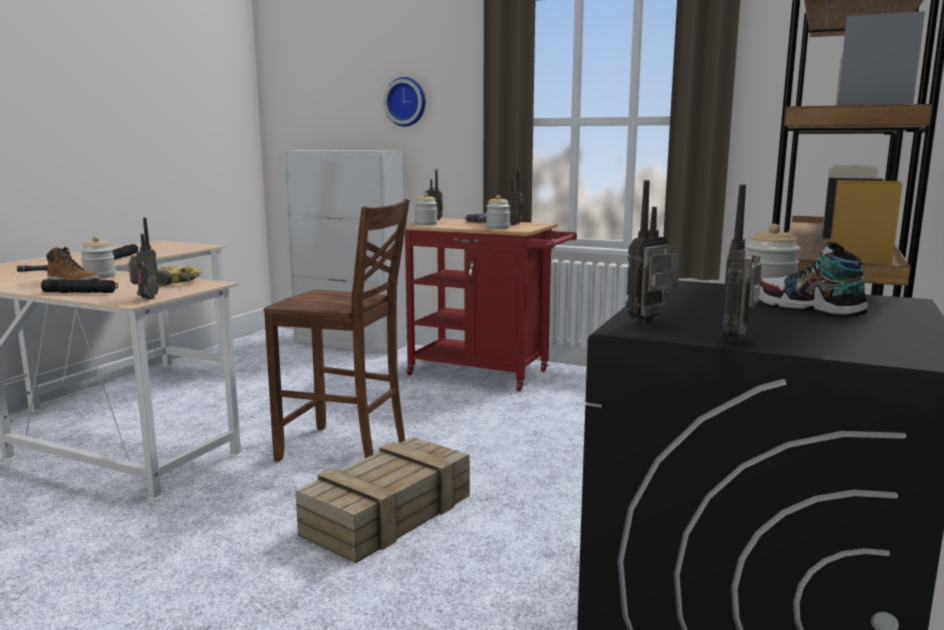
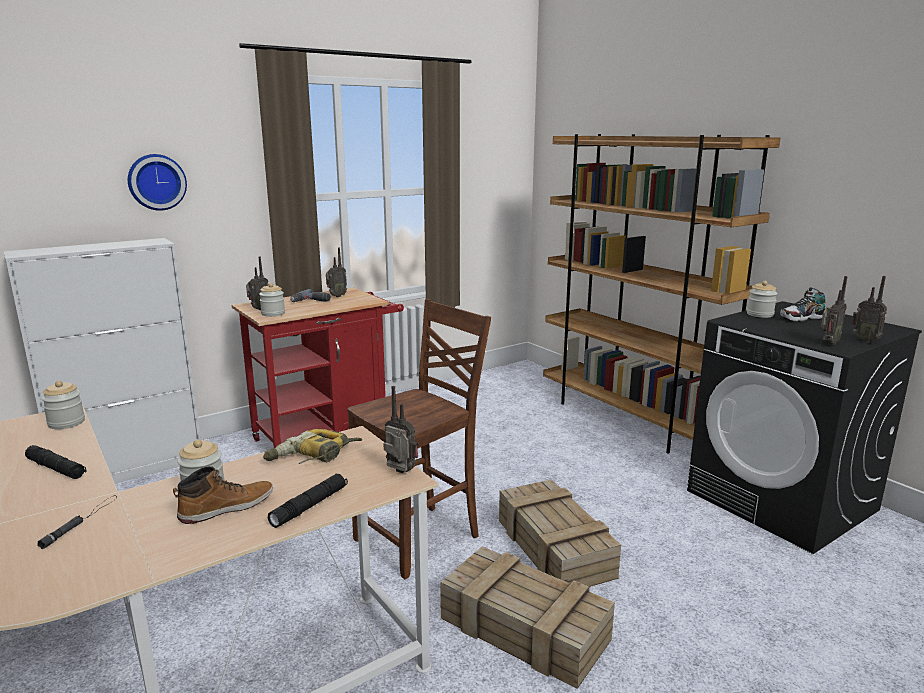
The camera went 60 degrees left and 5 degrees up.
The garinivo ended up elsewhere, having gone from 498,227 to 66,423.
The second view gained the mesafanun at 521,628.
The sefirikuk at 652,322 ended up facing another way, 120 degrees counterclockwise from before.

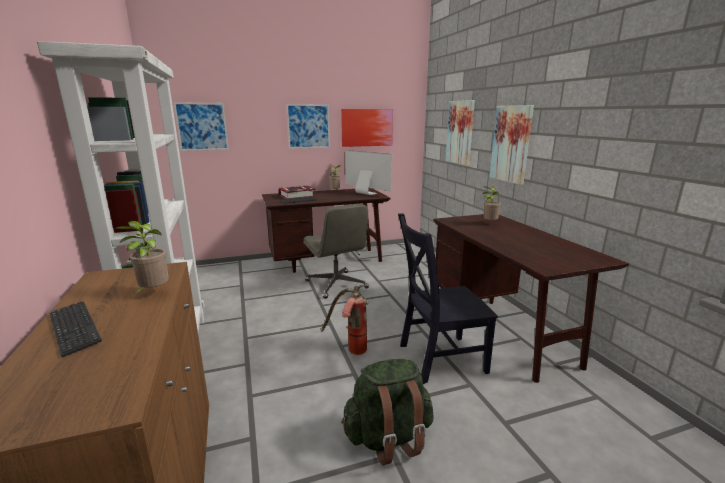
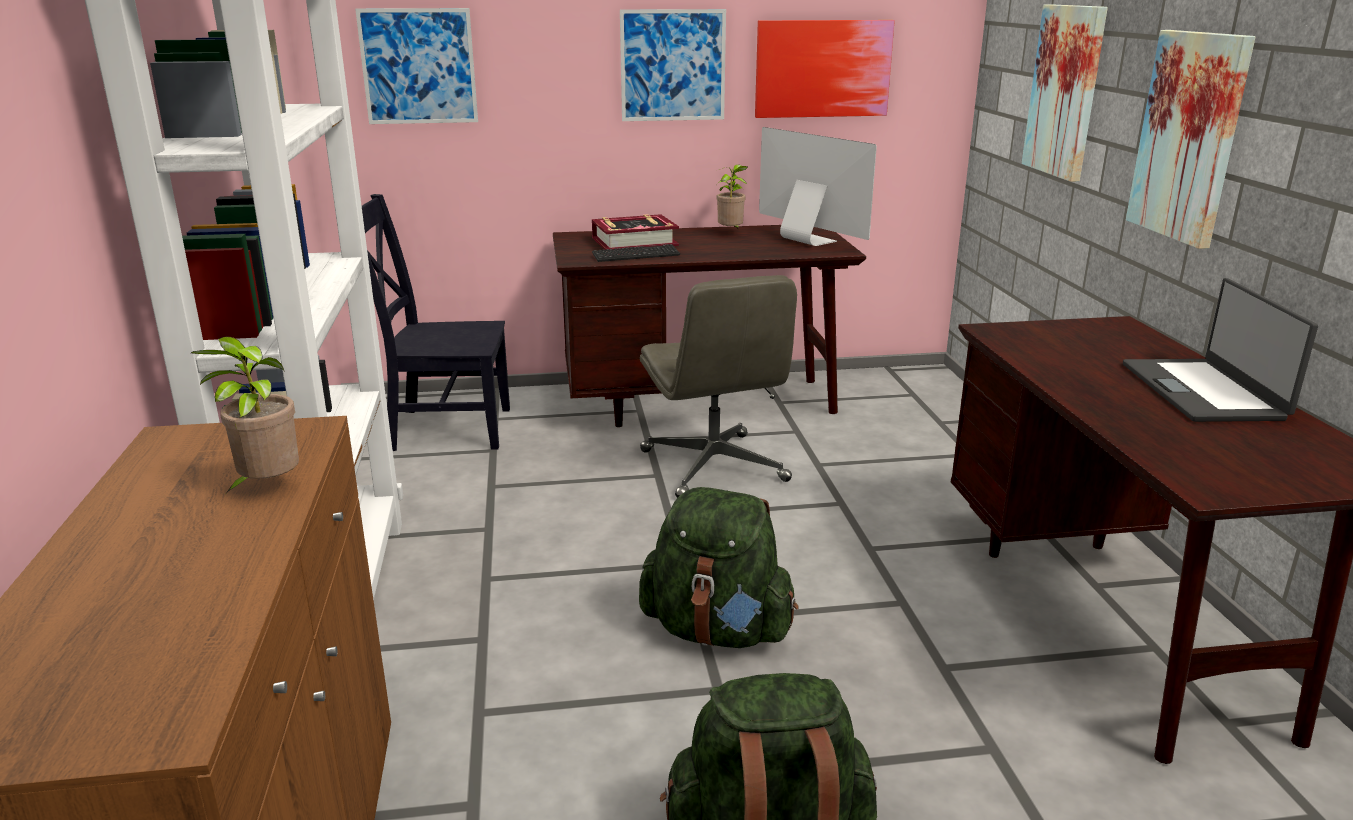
The camera went 10 degrees right and 5 degrees up.
The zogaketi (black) ended up elsewhere, having gone from 438,358 to 444,429.
Where the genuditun stood at 349,349, the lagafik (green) came to stand at 717,630.
The second view gained the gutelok at 1204,391.
The second view lost the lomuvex at 74,328.
The second view lost the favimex at 489,223.

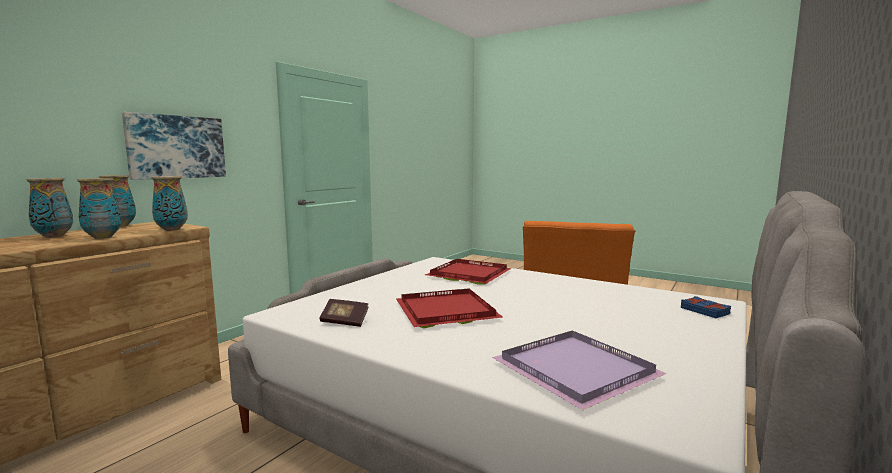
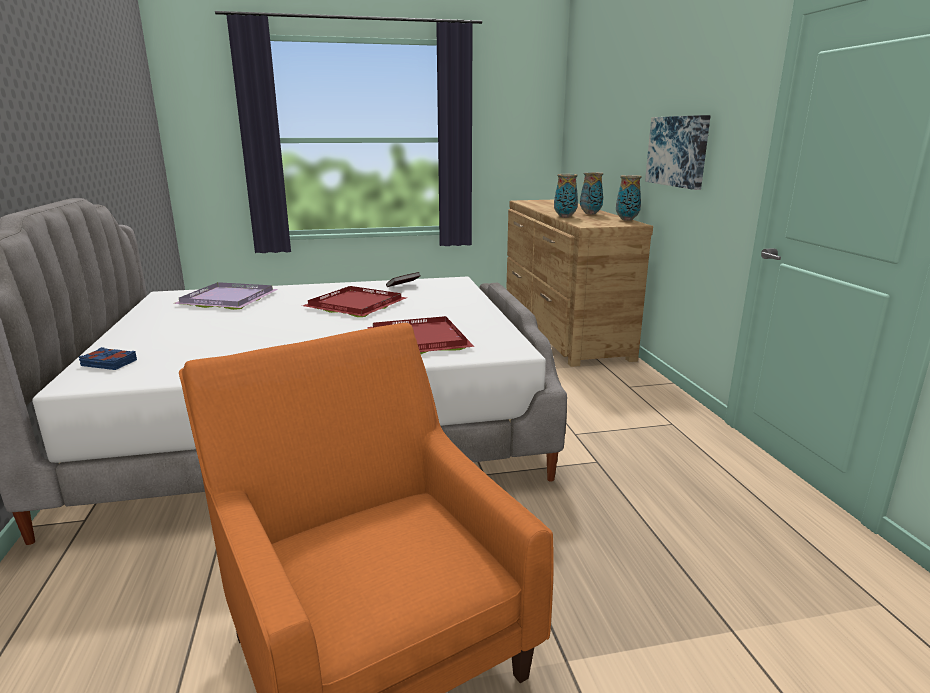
The camera went 135 degrees right and 10 degrees up.
The second view lost the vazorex at 172,229.

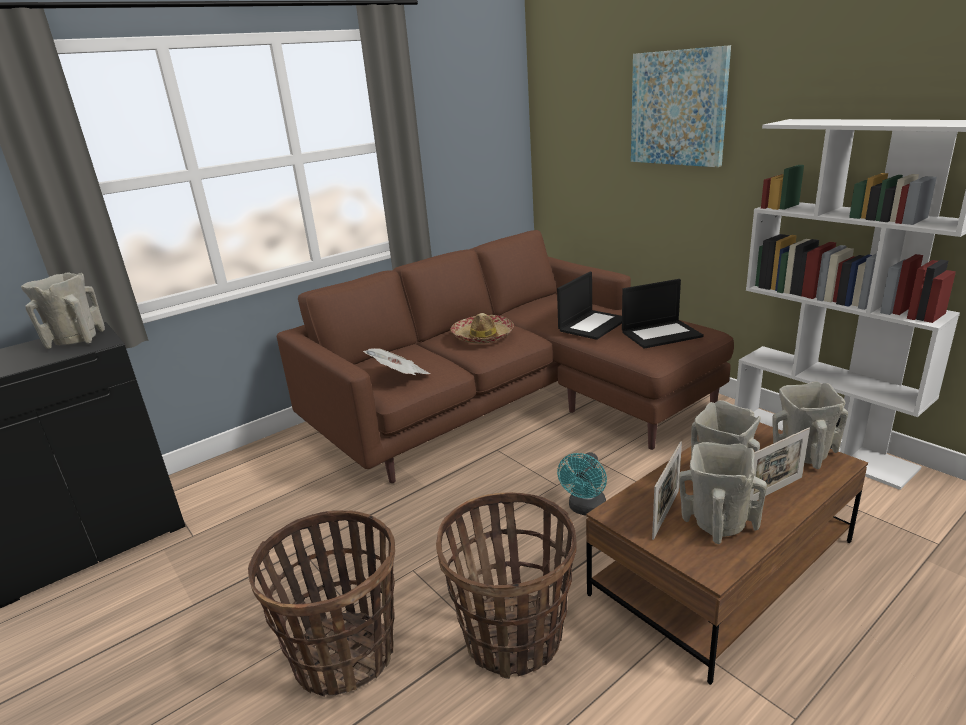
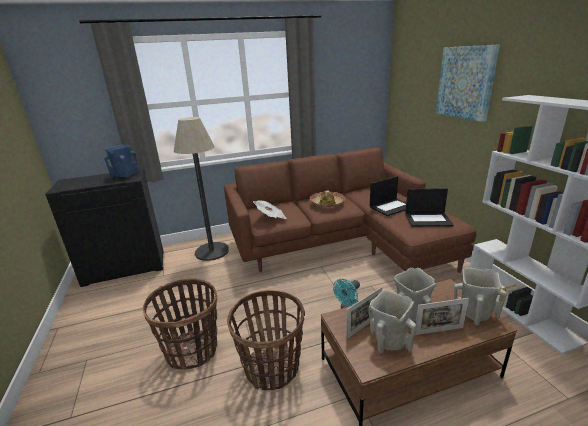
The camera went 20 degrees right and 0 degrees up.
What was the vazorex (beige) at 75,340 turned into the vazorex (blue) at 125,175.
The second view gained the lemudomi at 212,251.

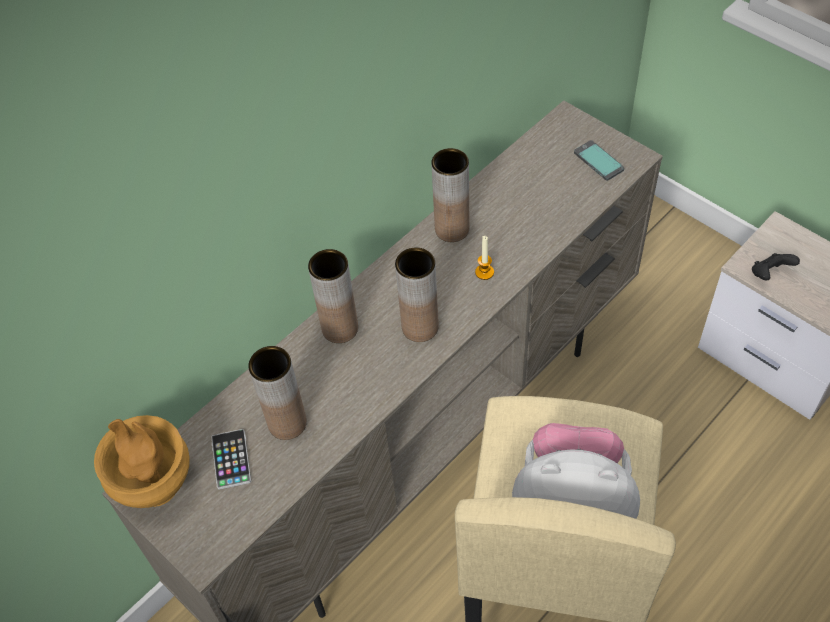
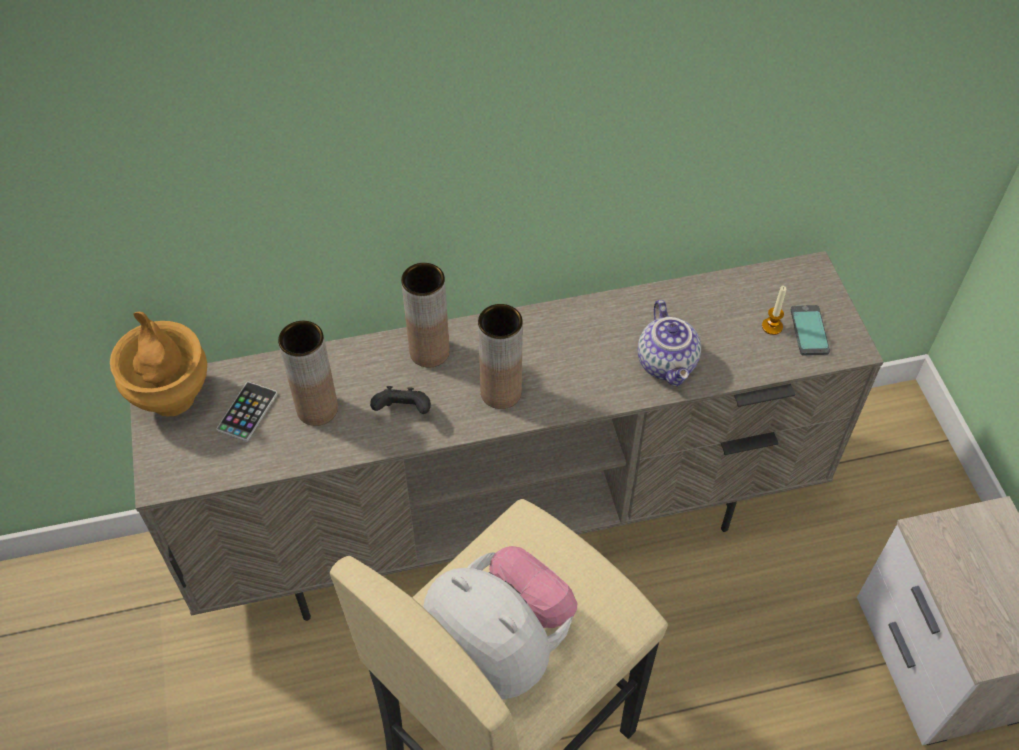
The camera went 30 degrees right and 0 degrees up.
The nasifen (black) ended up elsewhere, having gone from 769,274 to 403,411.
The second view gained the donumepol at 668,363.
The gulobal ended up elsewhere, having gone from 484,272 to 772,326.
The second view lost the vazorex (brown) at 452,229.

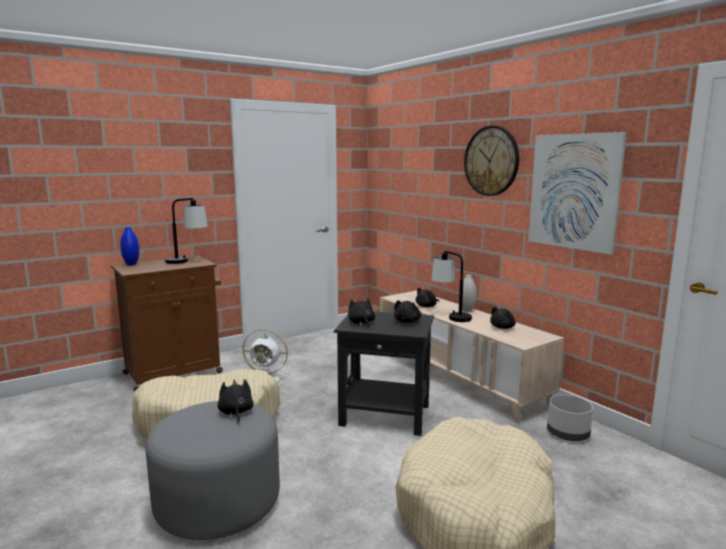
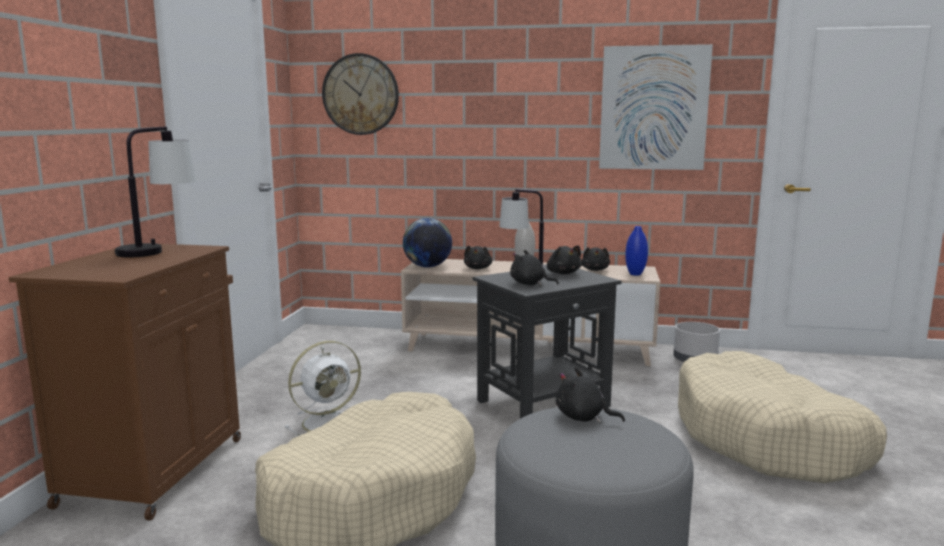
The camera went 45 degrees left and 0 degrees up.
The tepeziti ended up elsewhere, having gone from 491,161 to 360,94.
The second view gained the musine at 427,266.
The vazorex (blue) ended up elsewhere, having gone from 131,264 to 635,274.

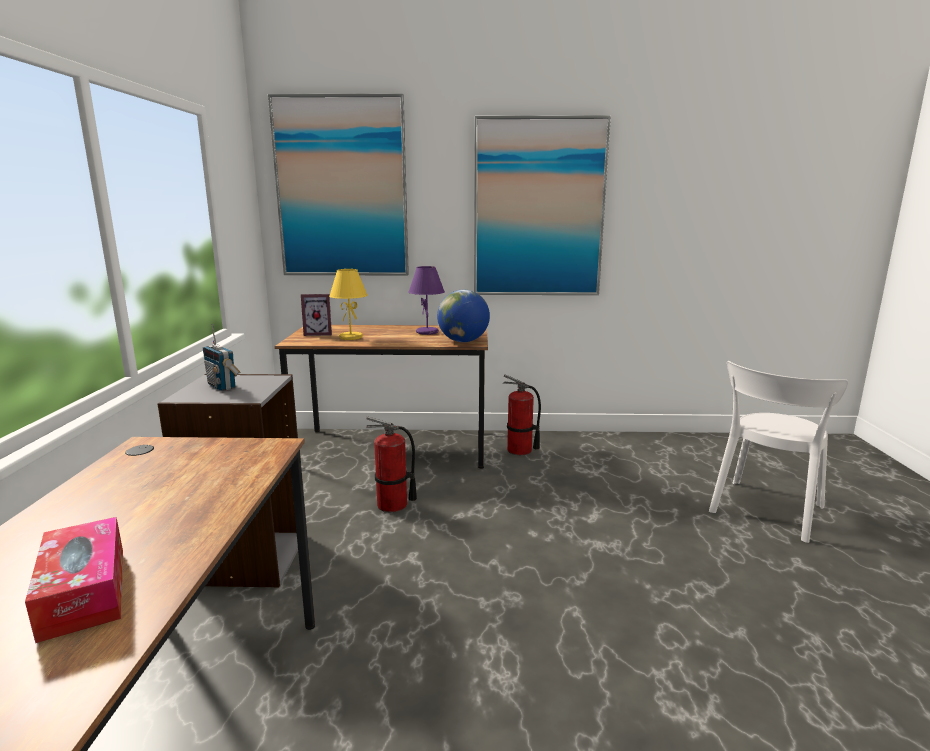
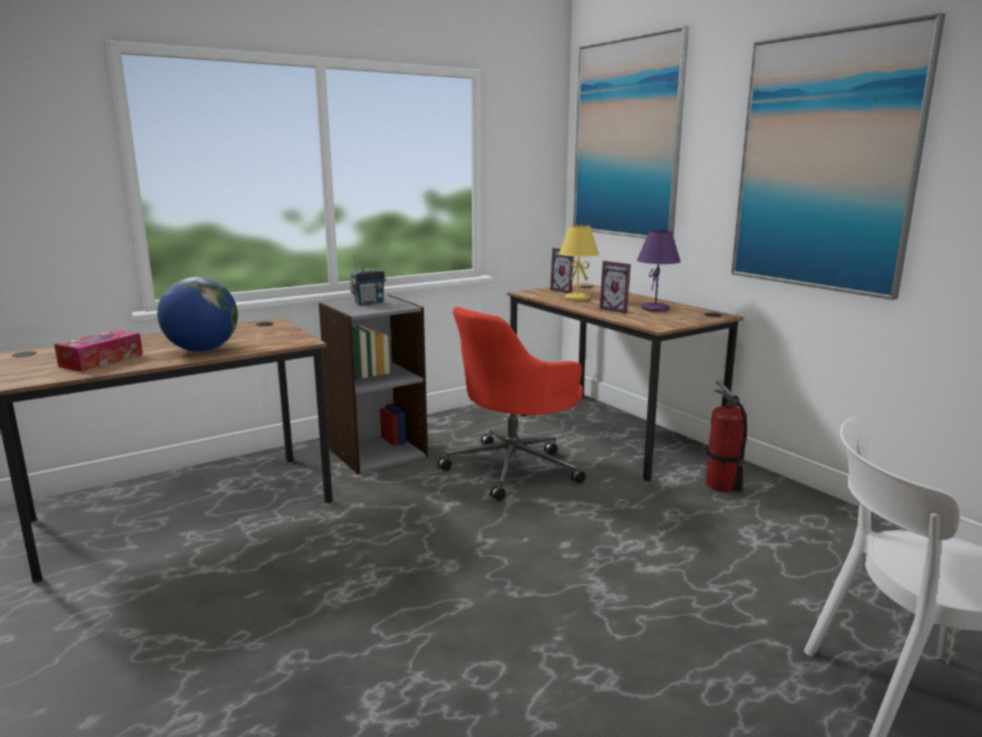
The camera went 55 degrees right and 0 degrees up.
The musine ended up elsewhere, having gone from 463,341 to 202,350.
The sefirikuk at 222,386 ended up facing another way, 135 degrees counterclockwise from before.
Where the genuditun stood at 392,505, the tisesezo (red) came to stand at 514,468.
The second view gained the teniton at 618,310.

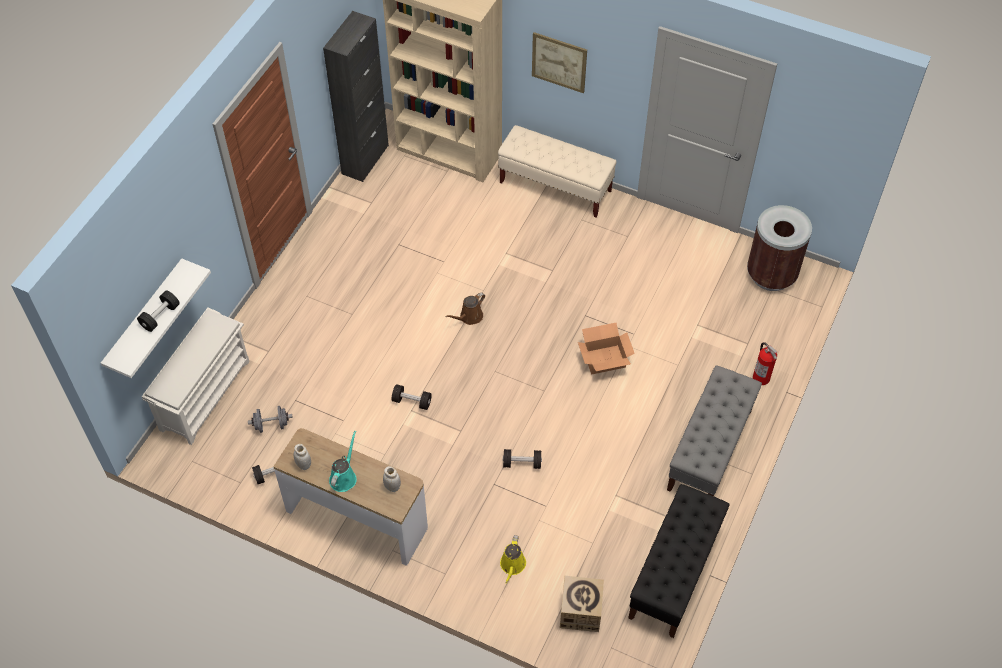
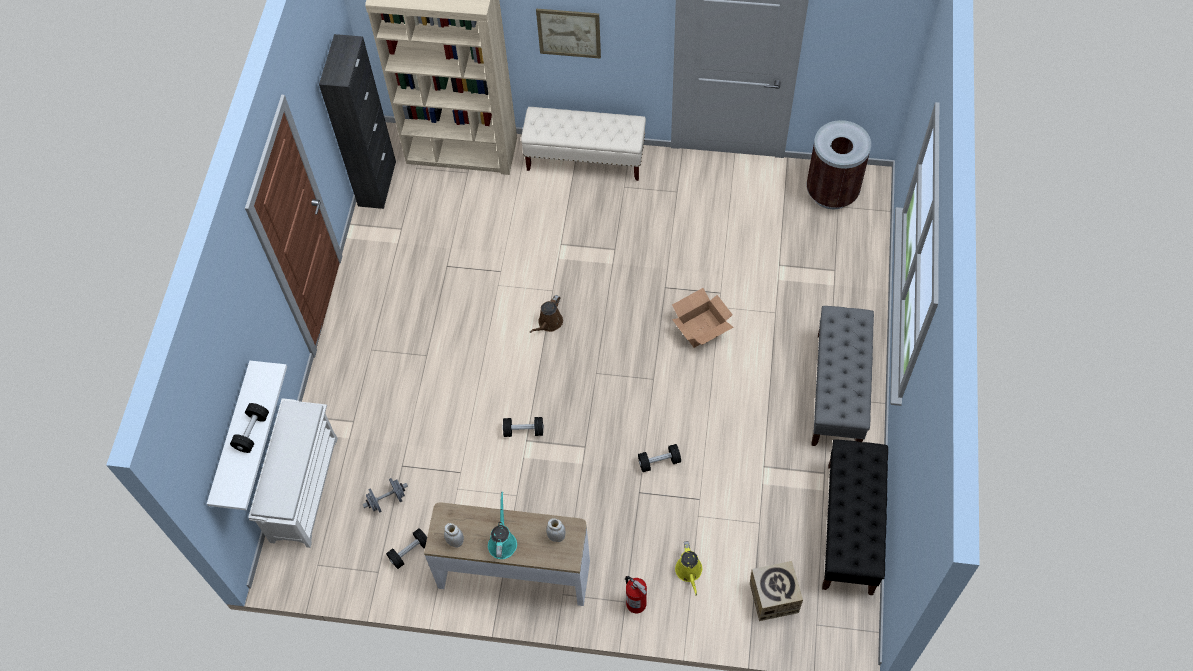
The camera went 15 degrees left and 5 degrees up.
The genuditun ended up elsewhere, having gone from 761,377 to 636,603.

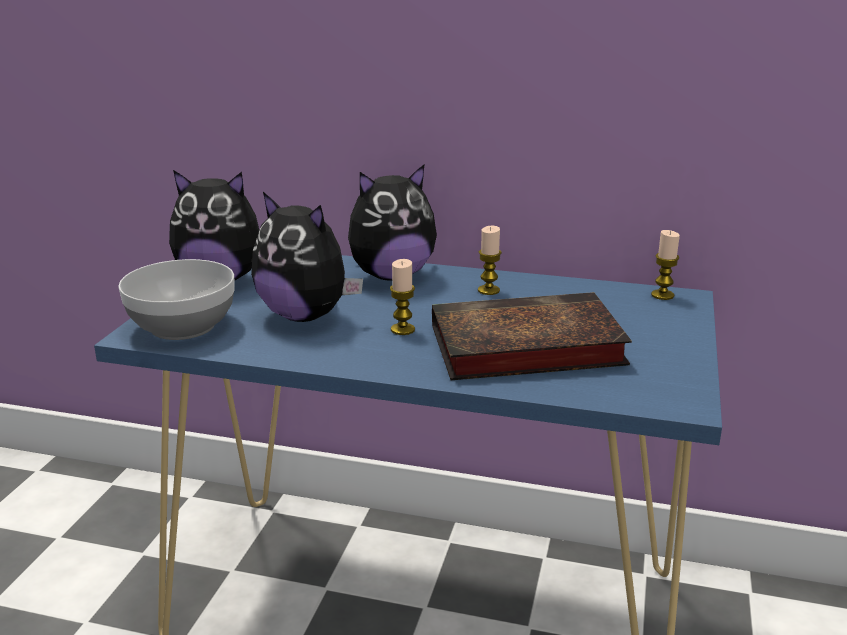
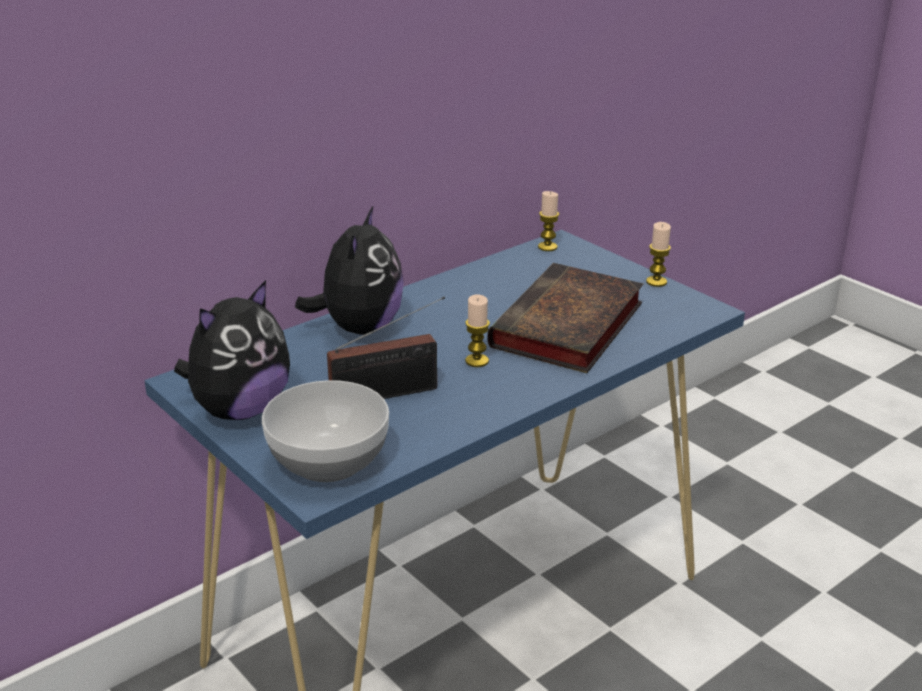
The camera went 55 degrees left and 5 degrees up.
Where the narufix stood at 306,315, the sefirikuk came to stand at 390,393.
The gulobal ended up elsewhere, having gone from 488,290 to 656,282.

